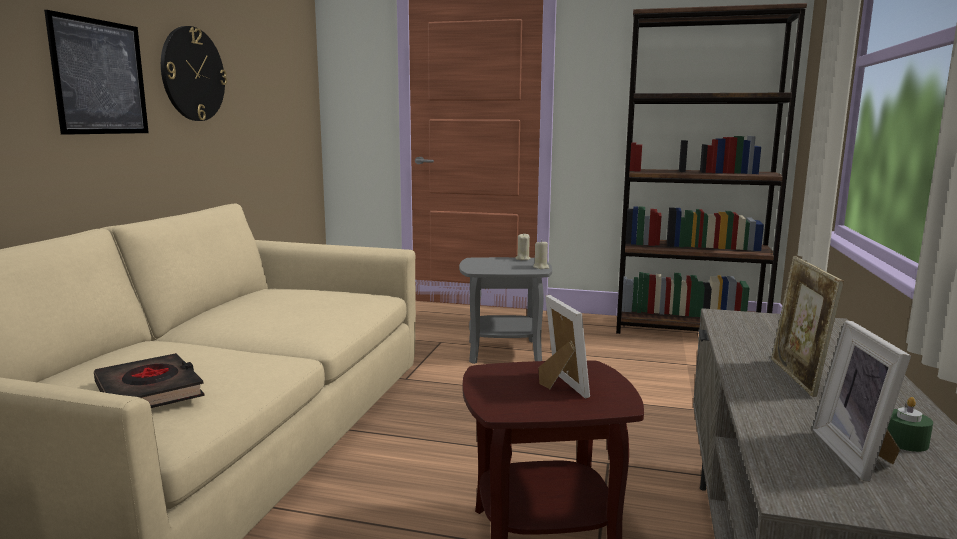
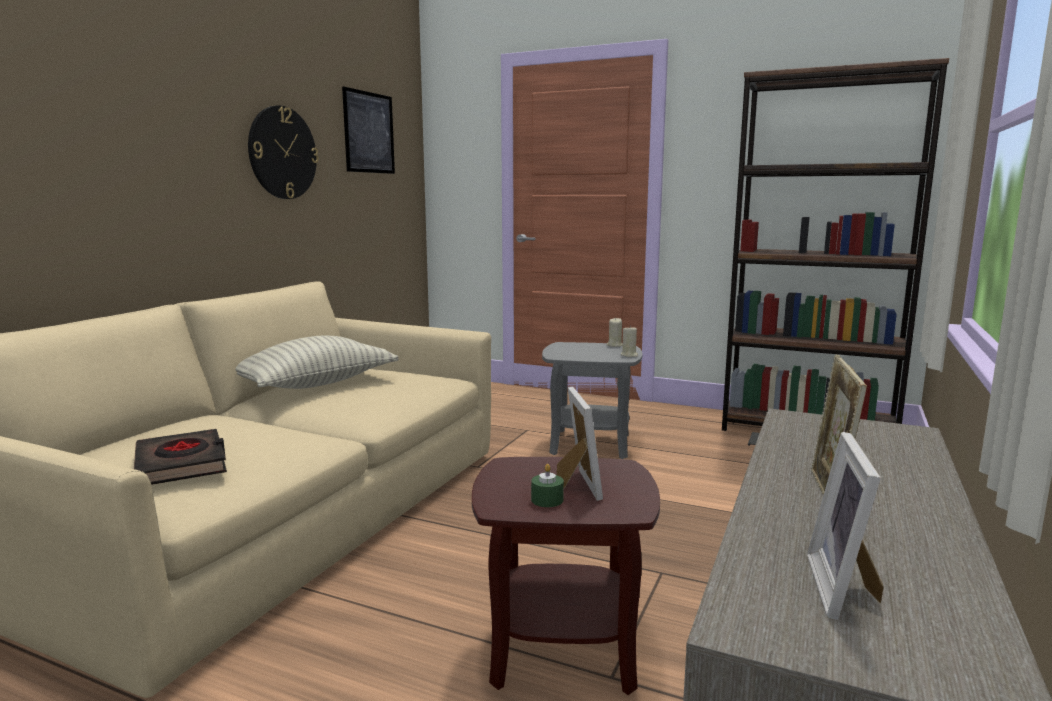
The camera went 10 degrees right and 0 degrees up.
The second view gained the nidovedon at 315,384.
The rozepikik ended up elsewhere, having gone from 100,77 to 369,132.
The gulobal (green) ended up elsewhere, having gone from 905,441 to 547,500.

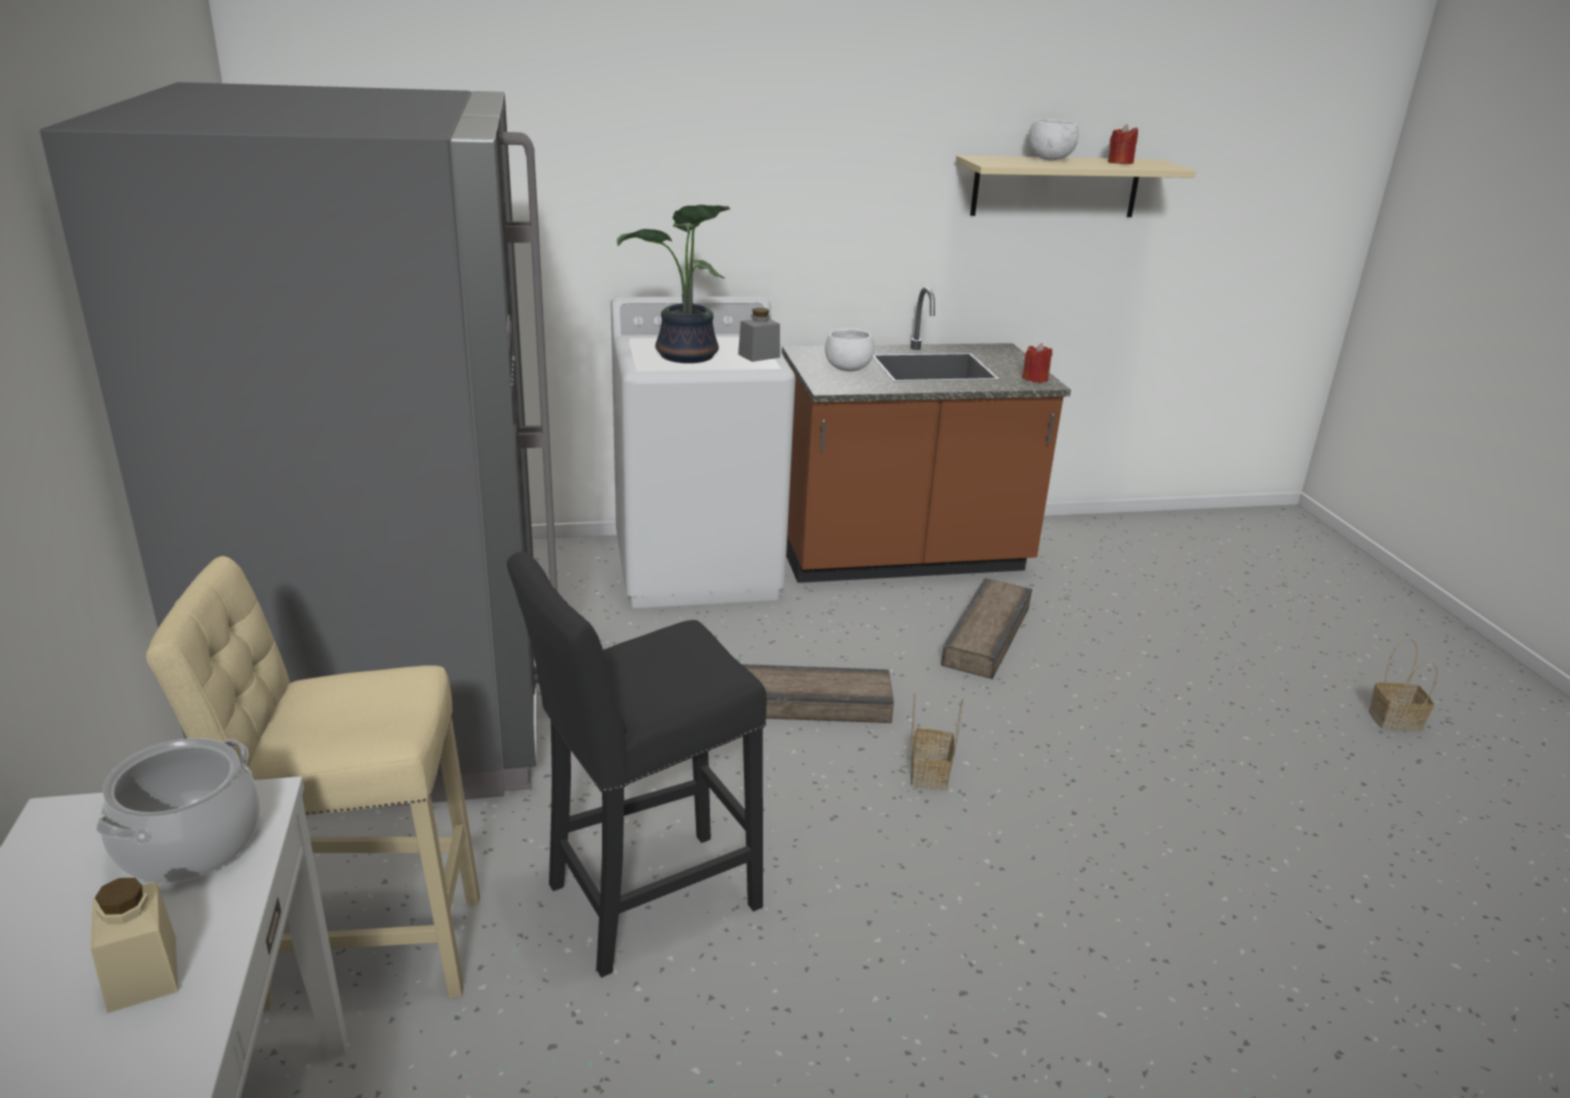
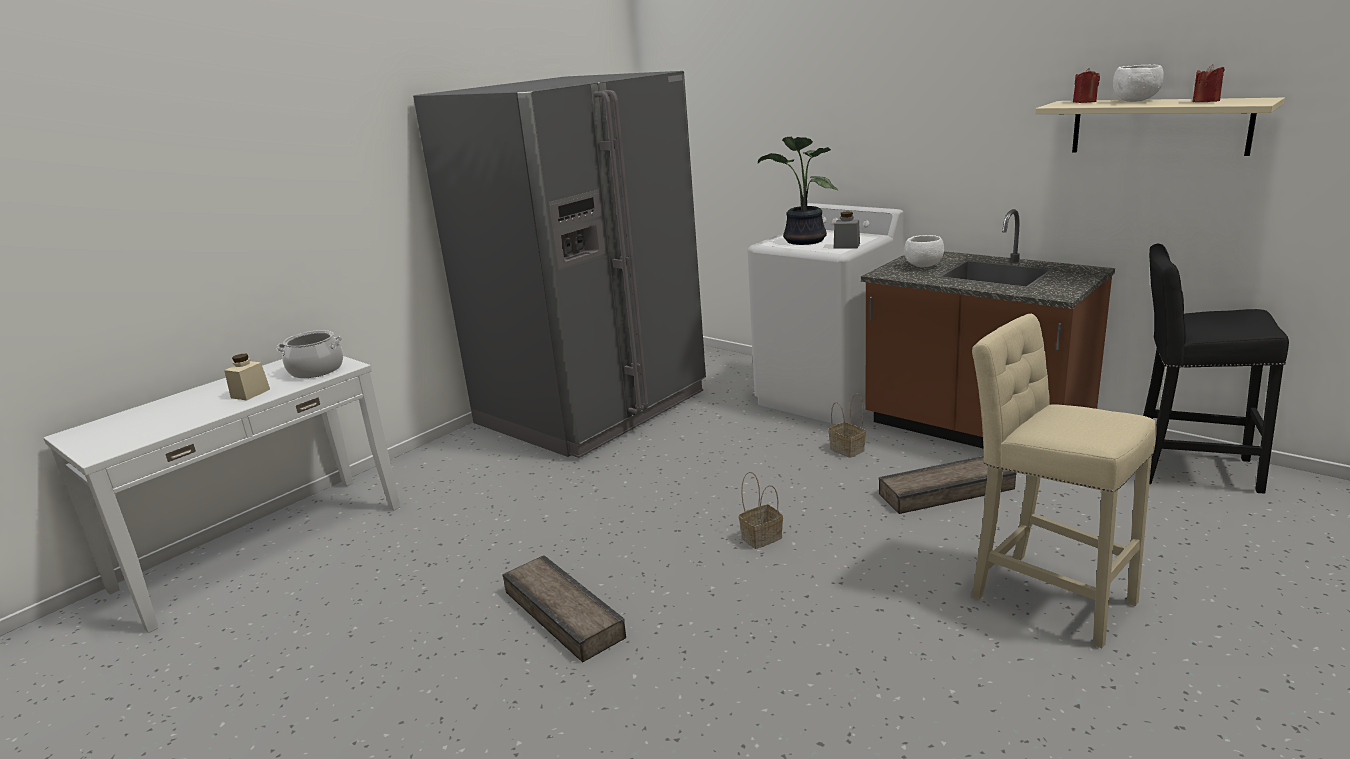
The camera went 55 degrees right and 5 degrees down.
The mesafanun ended up elsewhere, having gone from 804,702 to 564,612.
The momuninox ended up elsewhere, having gone from 1396,720 to 848,449.
The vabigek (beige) ended up elsewhere, having gone from 361,948 to 1045,594.
The gulobal (red) ended up elsewhere, having gone from 1035,379 to 1084,102.
The vabigek (black) ended up elsewhere, having gone from 643,902 to 1187,469.

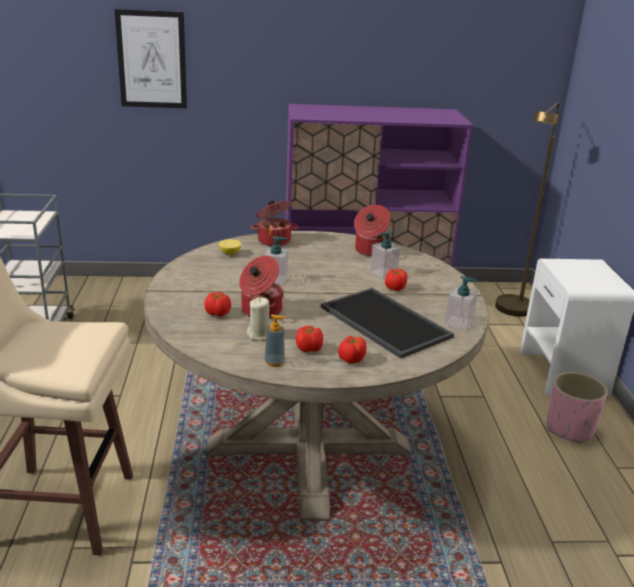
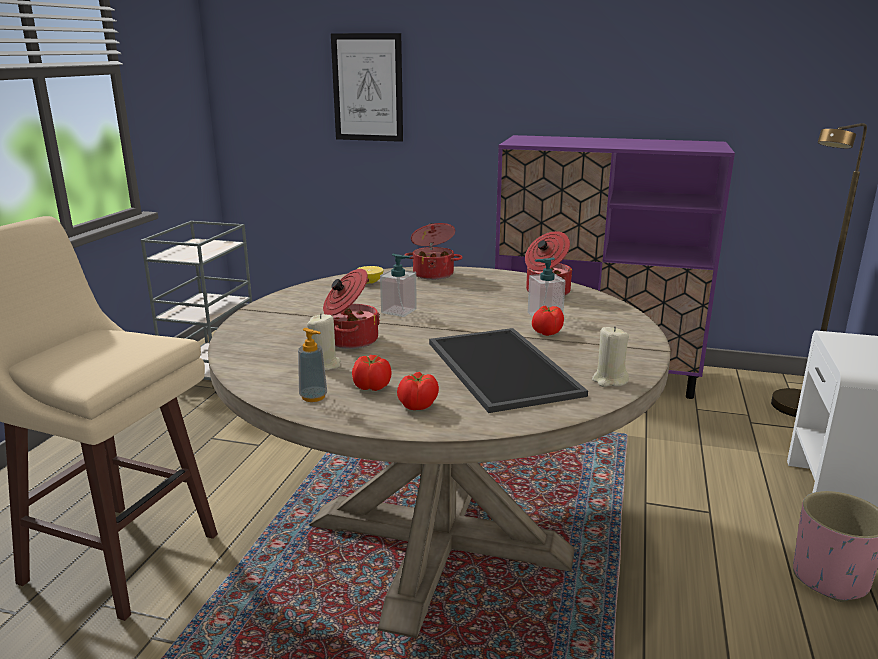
The camera went 20 degrees right and 5 degrees down.
Where the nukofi stood at 459,323, the gulobal (beige) came to stand at 609,380.
The second view lost the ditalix at 218,314.

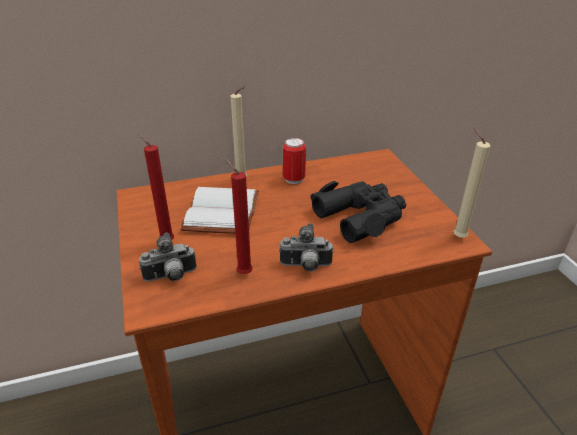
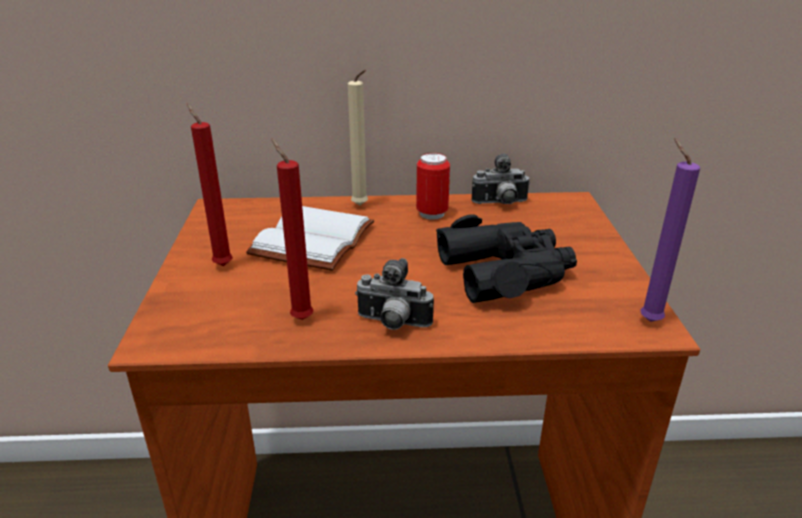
The camera went 15 degrees right and 5 degrees down.
The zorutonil ended up elsewhere, having gone from 171,277 to 500,204.
What was the gulobal (beige) at 457,236 turned into the gulobal (purple) at 647,319.

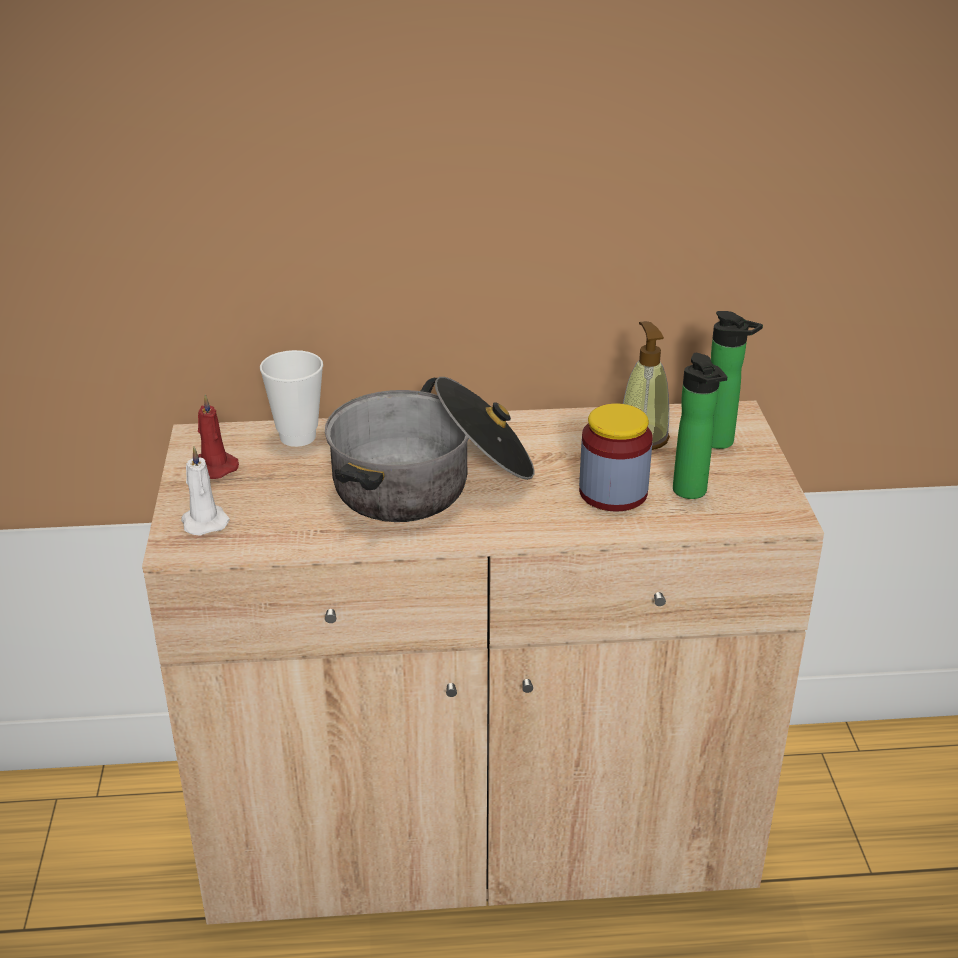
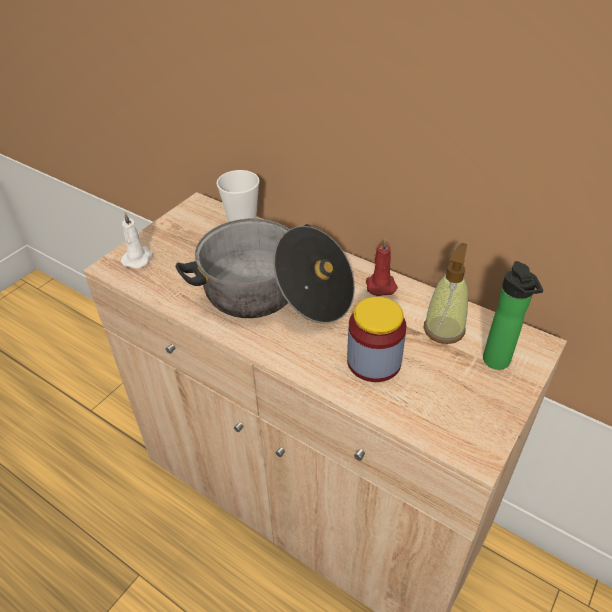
The camera went 40 degrees right and 10 degrees up.
The gulobal (red) ended up elsewhere, having gone from 213,467 to 380,285.
The second view lost the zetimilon at 692,493.

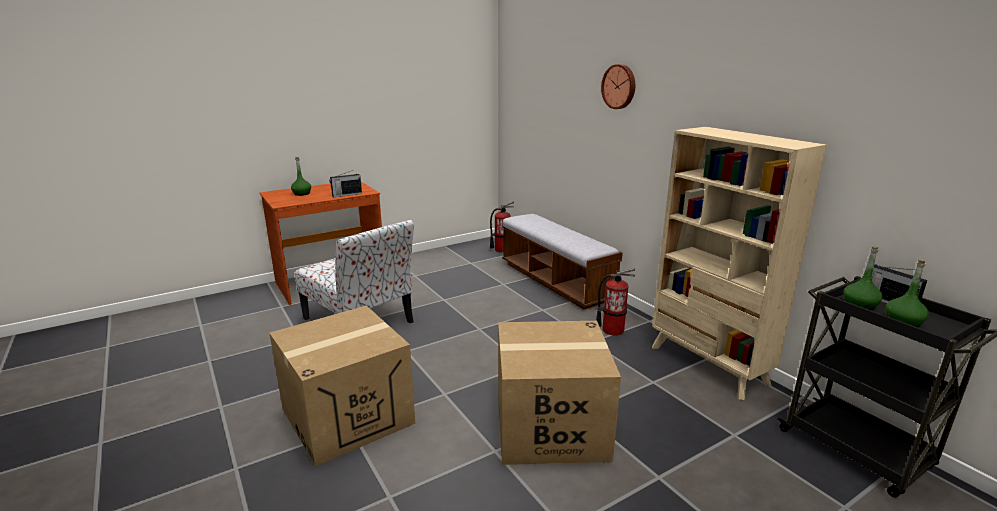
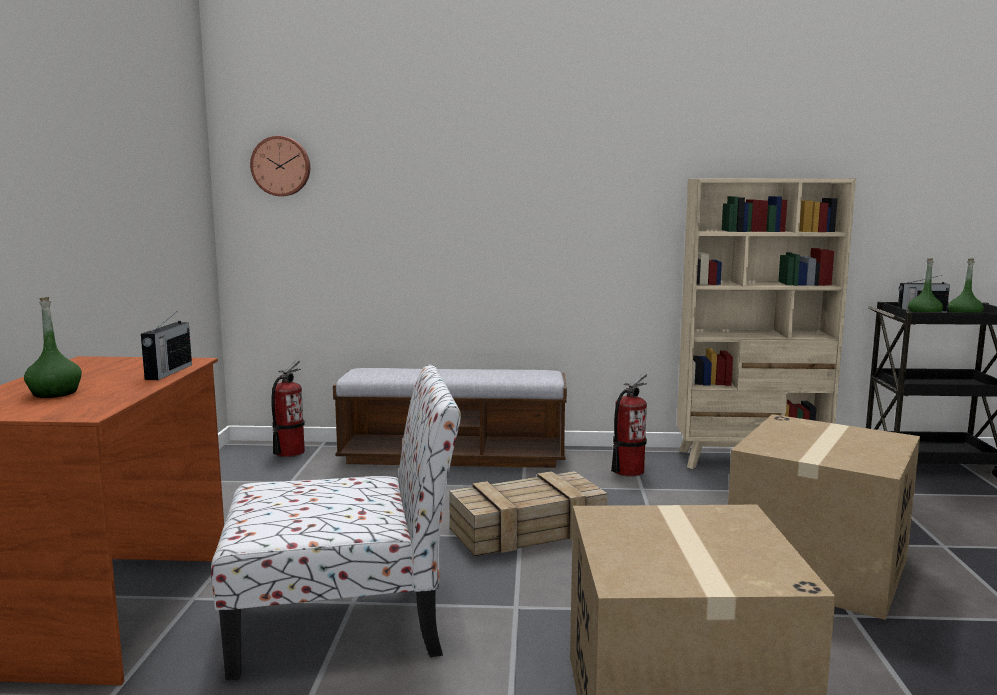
The camera went 55 degrees left and 10 degrees down.
The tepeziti ended up elsewhere, having gone from 619,86 to 281,166.
The second view gained the mesafanun at 529,529.

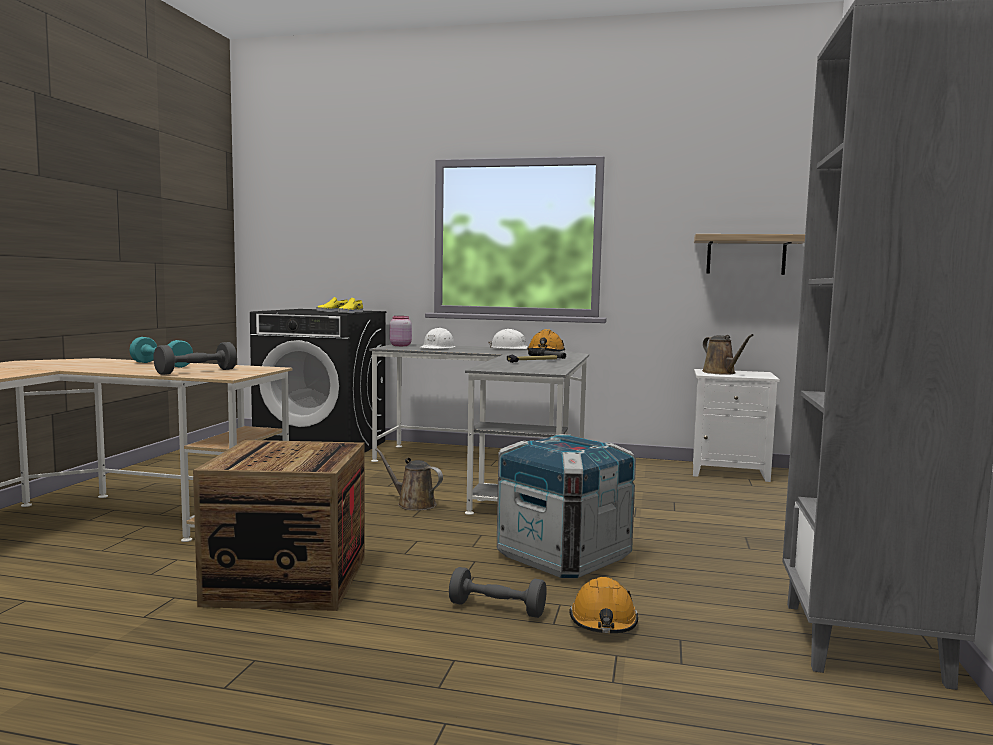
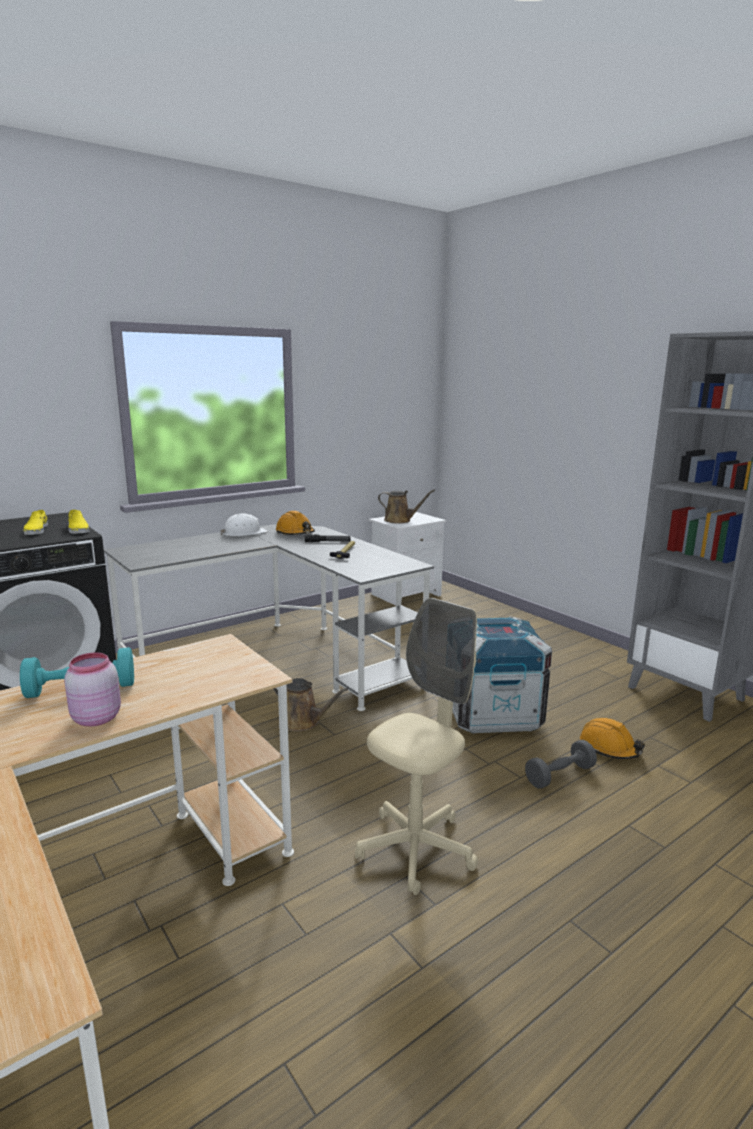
The camera went 50 degrees left and 10 degrees up.
The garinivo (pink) ended up elsewhere, having gone from 400,345 to 95,718.
The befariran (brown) at 413,504 ended up facing another way, 135 degrees counterclockwise from before.
Where the mesafanun stood at 288,580, the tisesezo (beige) came to stand at 416,849.
The second view lost the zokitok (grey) at 196,372.
The second view lost the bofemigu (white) at 438,348.
The second view lost the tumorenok at 746,255.

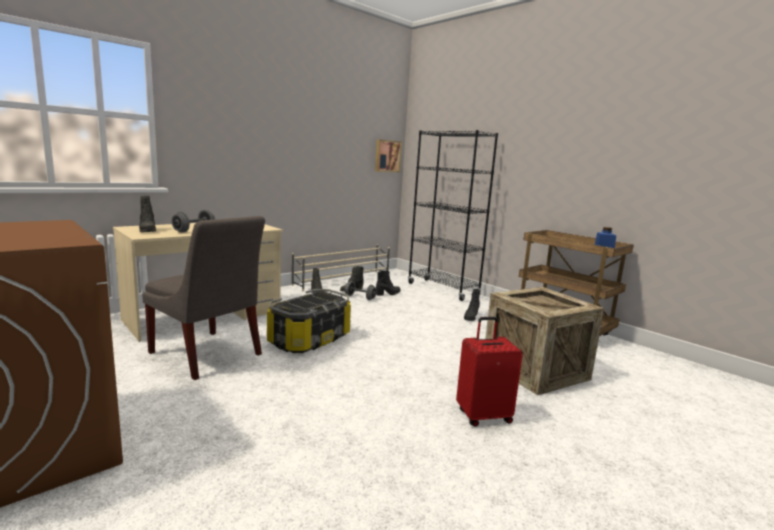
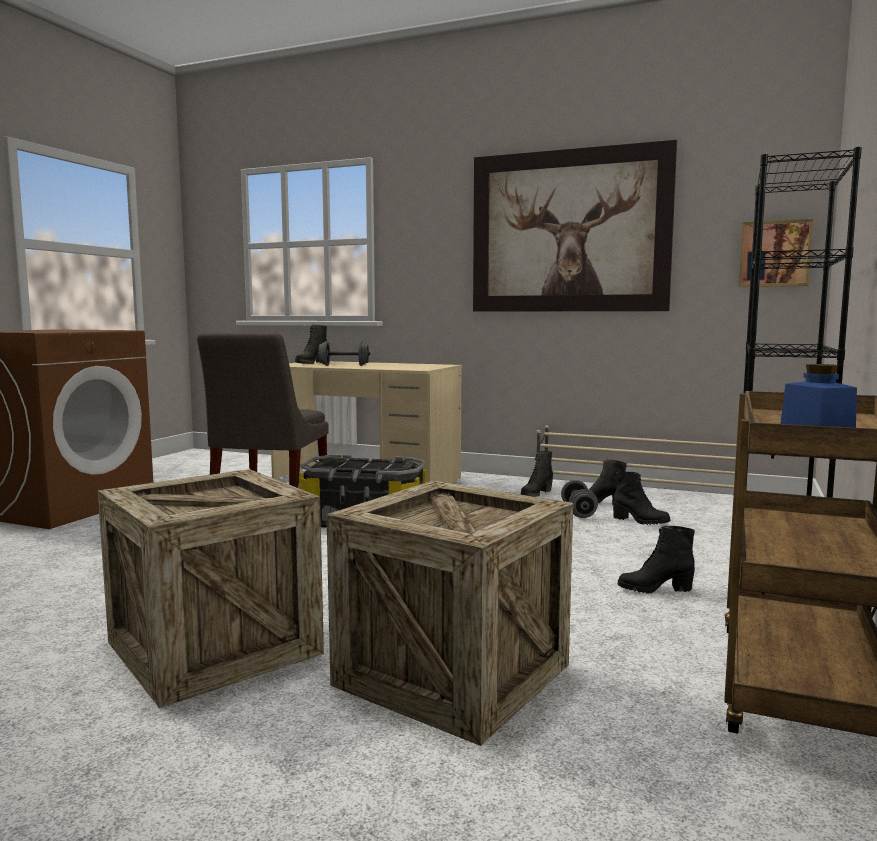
The camera went 65 degrees right and 5 degrees down.
Where the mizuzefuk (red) stood at 483,416, the mesafanun came to stand at 214,648.
The second view gained the rozepikik at 569,232.

